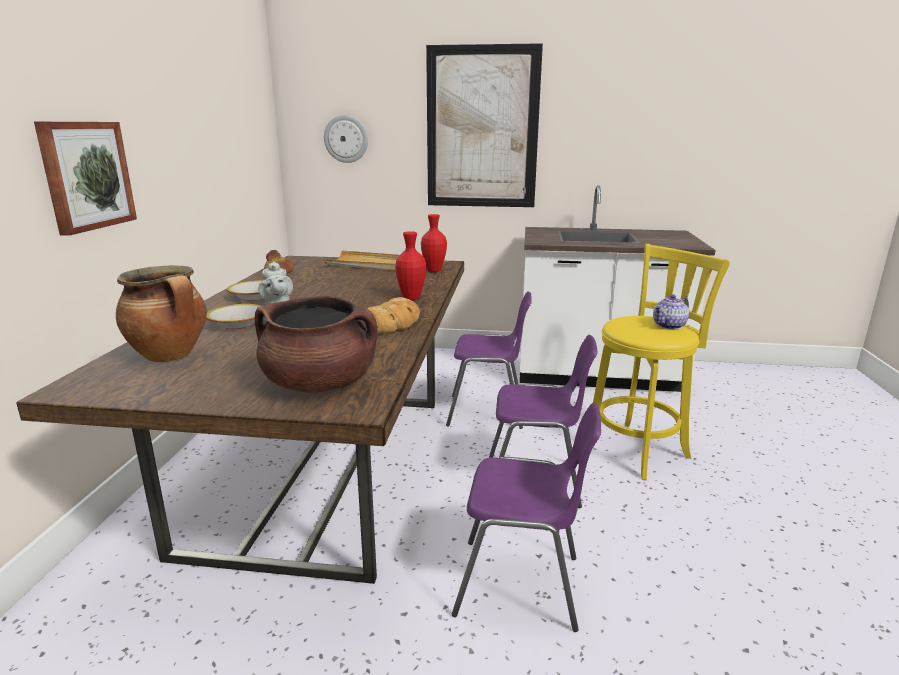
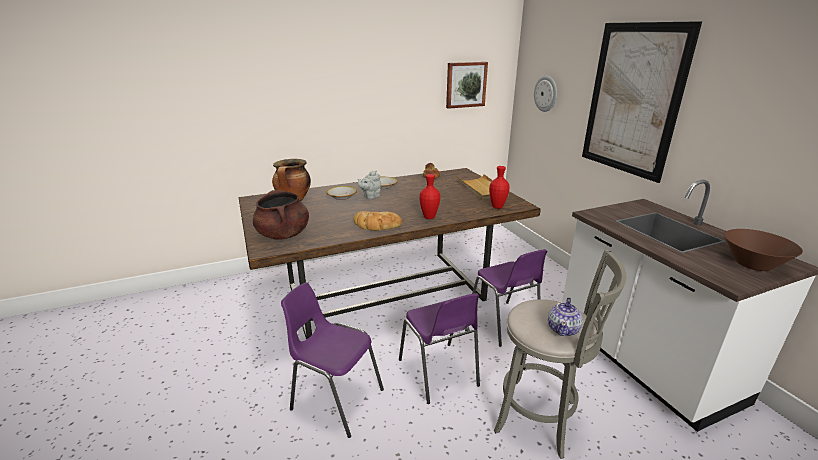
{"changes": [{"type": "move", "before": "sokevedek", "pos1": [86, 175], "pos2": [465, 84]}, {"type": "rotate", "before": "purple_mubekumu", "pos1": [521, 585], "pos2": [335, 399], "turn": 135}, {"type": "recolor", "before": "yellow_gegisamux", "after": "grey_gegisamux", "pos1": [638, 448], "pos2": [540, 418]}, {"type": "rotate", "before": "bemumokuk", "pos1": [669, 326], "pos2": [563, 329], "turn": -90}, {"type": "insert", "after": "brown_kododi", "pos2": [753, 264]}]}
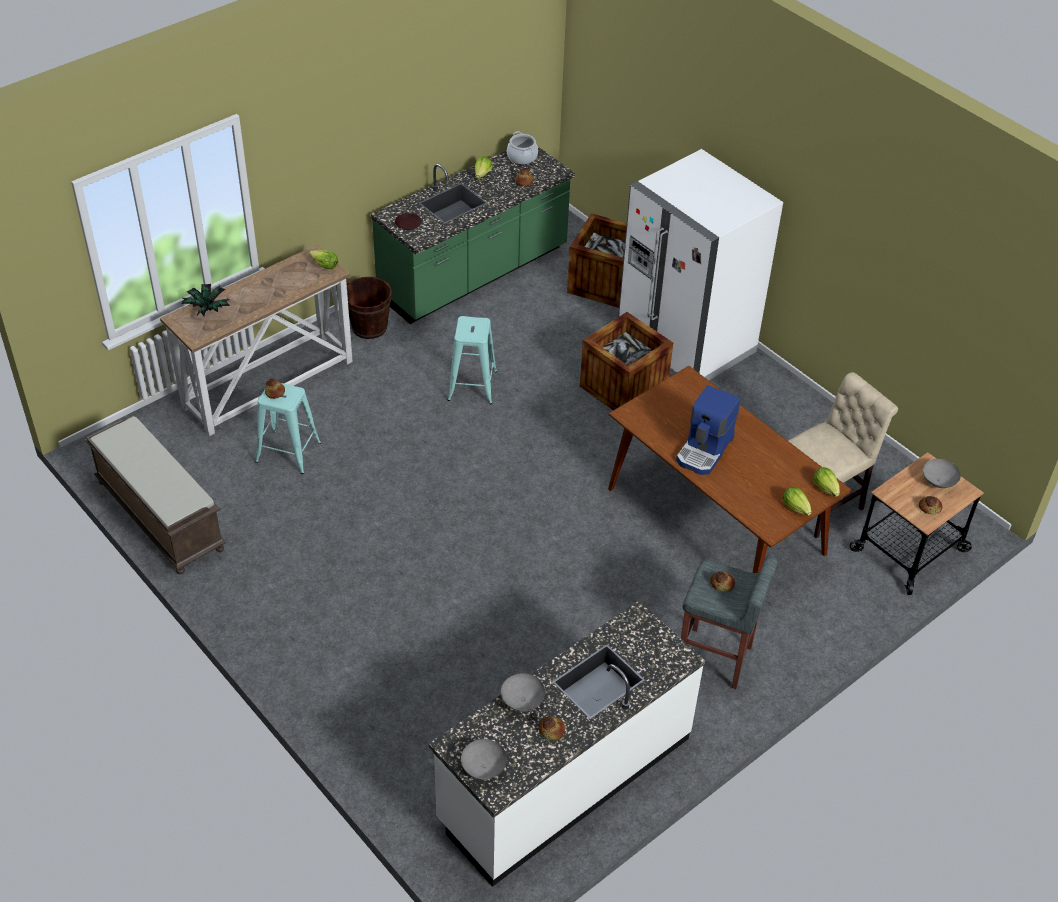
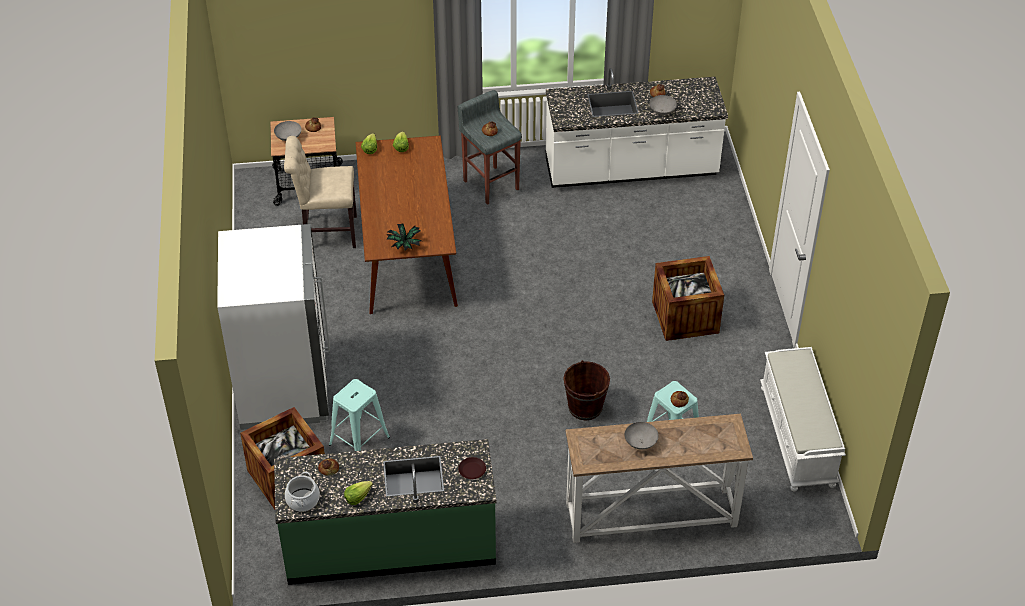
{"changes": [{"type": "recolor", "before": "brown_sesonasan", "after": "white_sesonasan", "pos1": [158, 515], "pos2": [798, 437]}, {"type": "move", "before": "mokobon", "pos1": [206, 308], "pos2": [404, 244]}, {"type": "delete", "before": "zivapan", "pos1": [324, 265]}, {"type": "move", "before": "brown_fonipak", "pos1": [369, 327], "pos2": [585, 407]}, {"type": "move", "before": "turquoise_gegisamux", "pos1": [472, 385], "pos2": [359, 441]}, {"type": "move", "before": "grey_kododi", "pos1": [484, 768], "pos2": [640, 442]}, {"type": "move", "before": "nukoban", "pos1": [623, 387], "pos2": [685, 317]}, {"type": "delete", "before": "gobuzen", "pos1": [705, 450]}]}
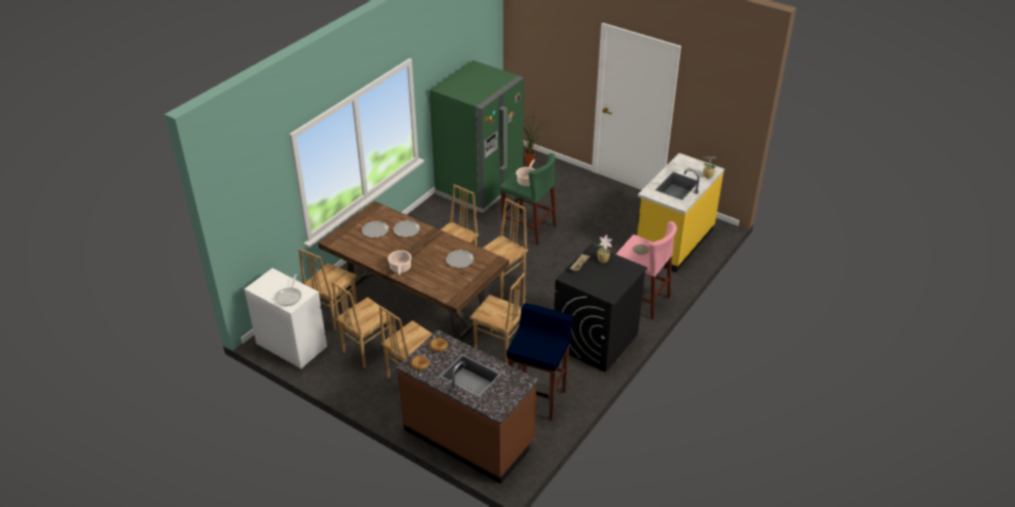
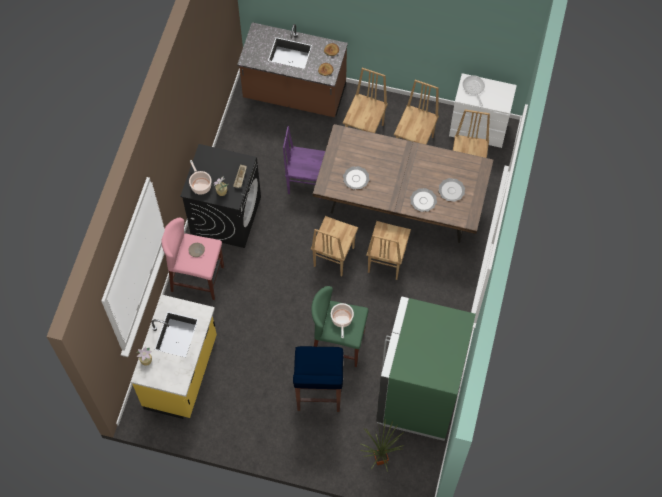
{"changes": [{"type": "move", "before": "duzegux", "pos1": [400, 268], "pos2": [200, 185]}, {"type": "recolor", "before": "brown_mubekumu", "after": "purple_mubekumu", "pos1": [499, 347], "pos2": [306, 182]}, {"type": "move", "before": "blue_gegisamux", "pos1": [538, 398], "pos2": [318, 393]}]}
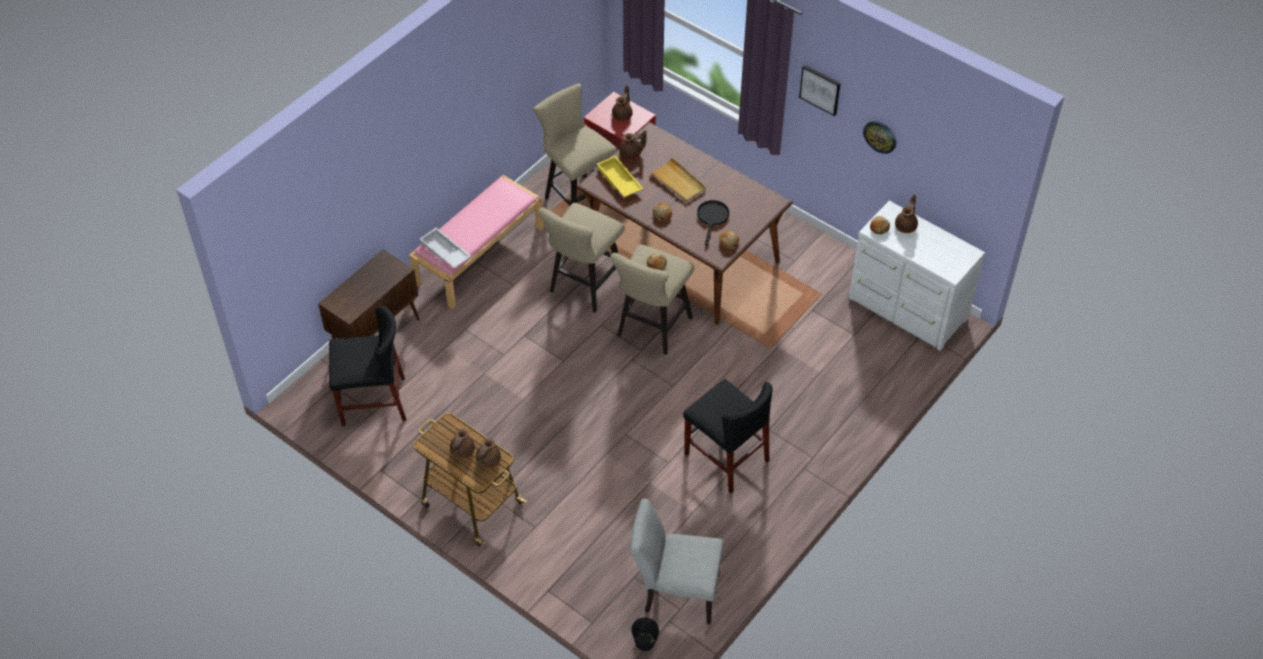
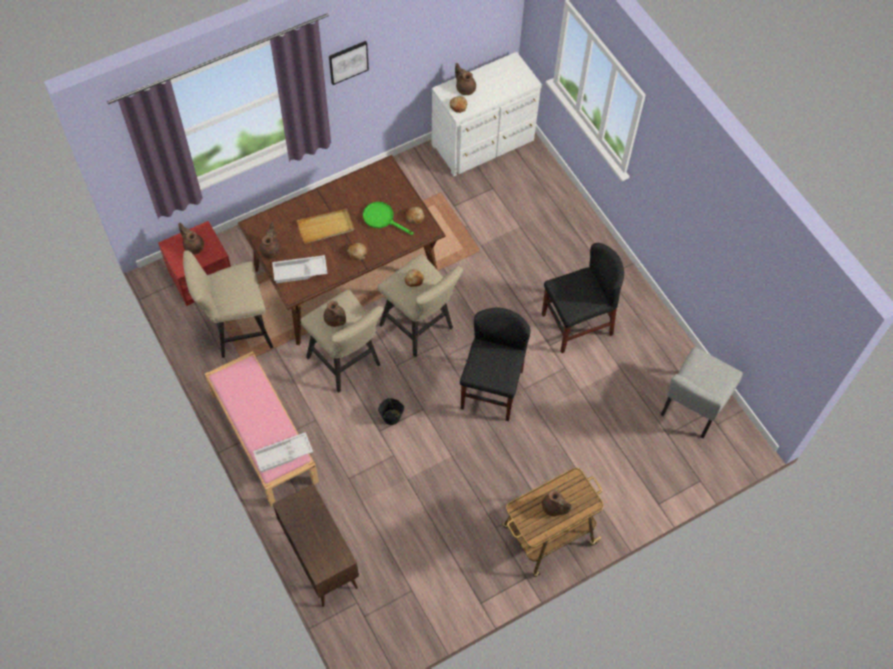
{"changes": [{"type": "move", "before": "black_mubekumu", "pos1": [373, 401], "pos2": [491, 390]}, {"type": "move", "before": "brown_bemumokuk", "pos1": [487, 461], "pos2": [335, 320]}, {"type": "recolor", "before": "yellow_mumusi", "after": "white_mumusi", "pos1": [618, 181], "pos2": [299, 272]}, {"type": "move", "before": "black_fonipak", "pos1": [645, 642], "pos2": [392, 417]}, {"type": "recolor", "before": "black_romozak", "after": "green_romozak", "pos1": [712, 218], "pos2": [382, 218]}, {"type": "delete", "before": "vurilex", "pos1": [880, 136]}]}
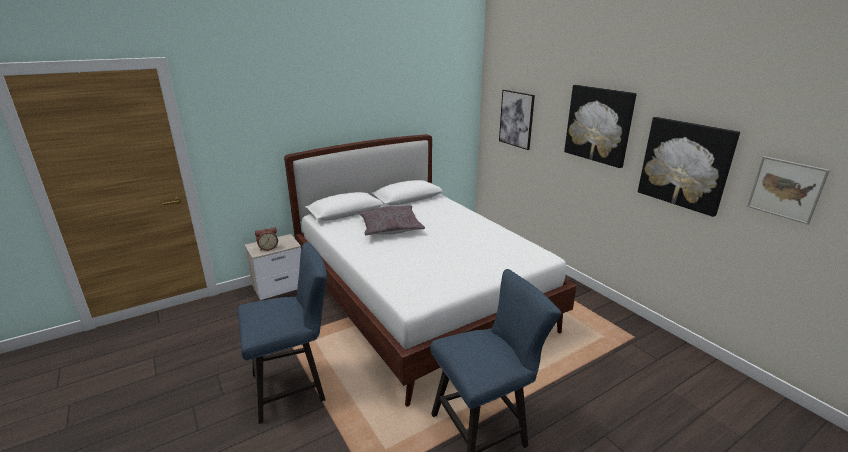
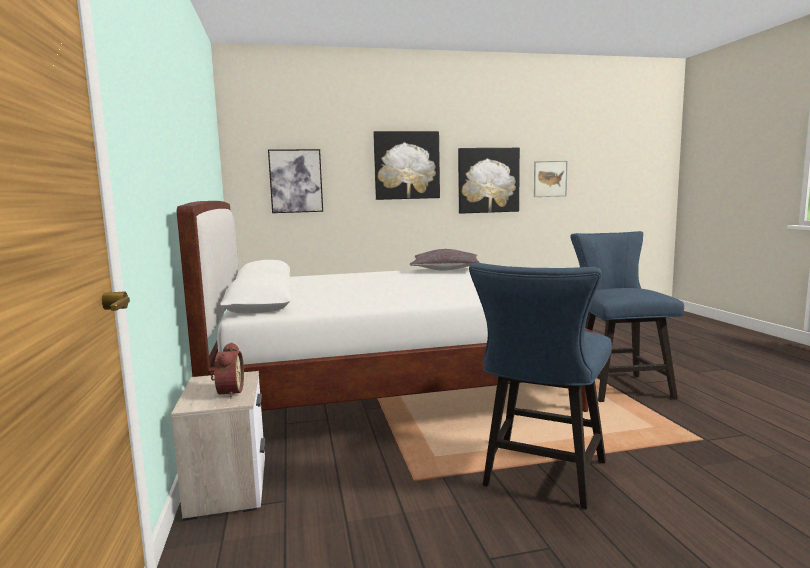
{"changes": [{"type": "rotate", "before": "blue_mubekumu", "pos1": [294, 386], "pos2": [541, 477], "turn": -150}, {"type": "move", "before": "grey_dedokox", "pos1": [390, 227], "pos2": [445, 270]}]}
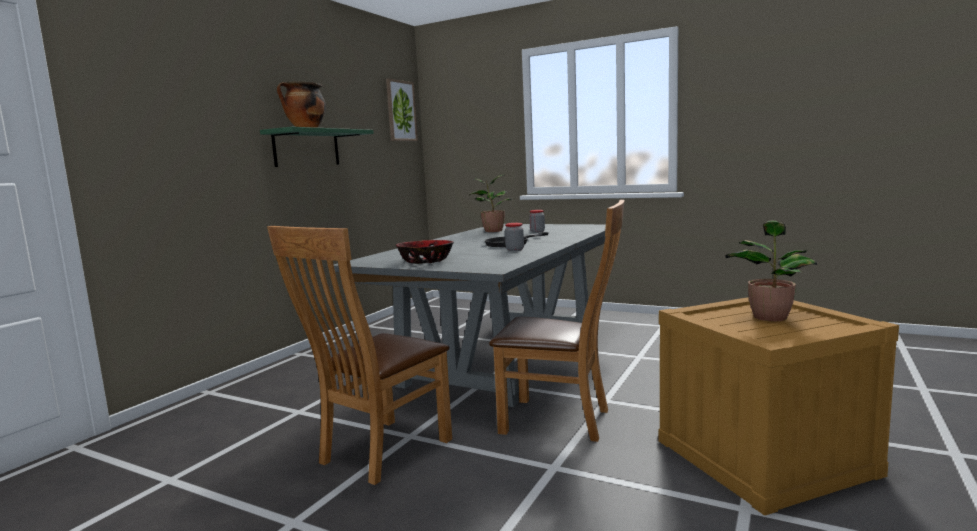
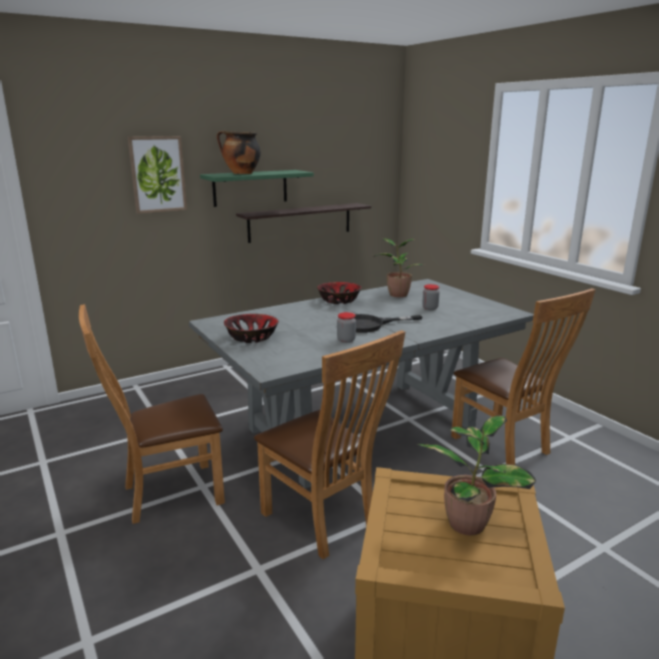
{"changes": [{"type": "move", "before": "sokevedek", "pos1": [401, 111], "pos2": [157, 174]}, {"type": "insert", "after": "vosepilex", "pos2": [300, 222]}, {"type": "insert", "after": "kododi", "pos2": [339, 300]}, {"type": "insert", "after": "brown_mubekumu", "pos2": [505, 446]}]}
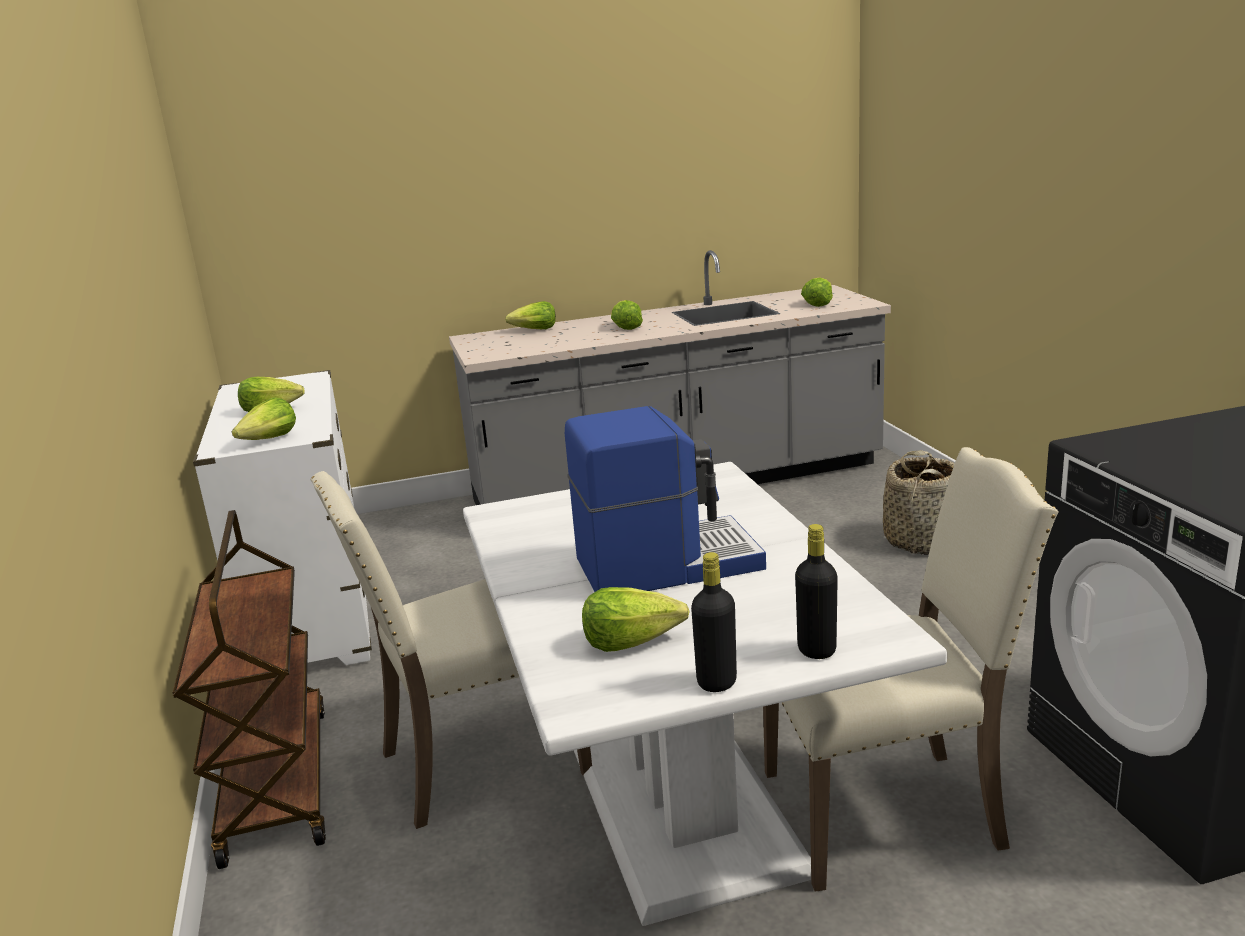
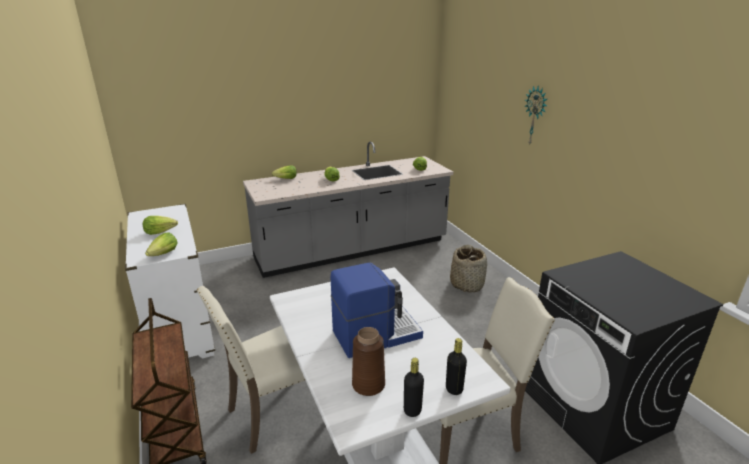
{"changes": [{"type": "replace", "before": "zivapan", "after": "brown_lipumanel", "pos1": [631, 641], "pos2": [368, 384]}, {"type": "insert", "after": "vurilex", "pos2": [535, 116]}]}
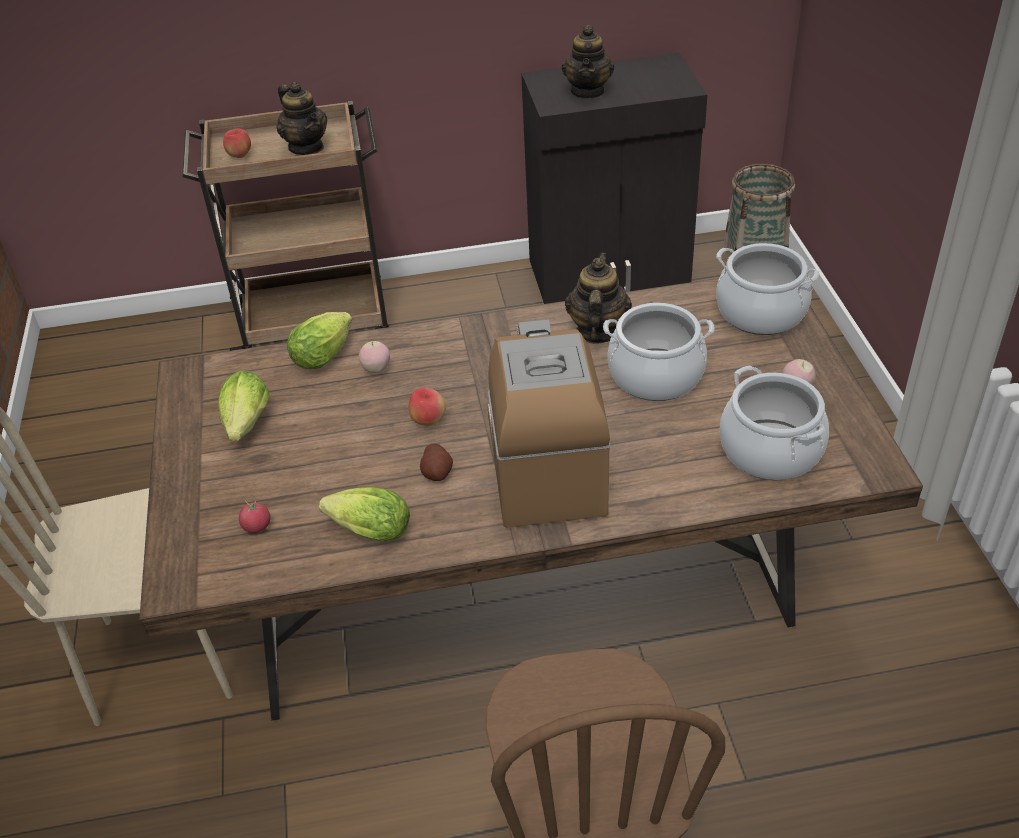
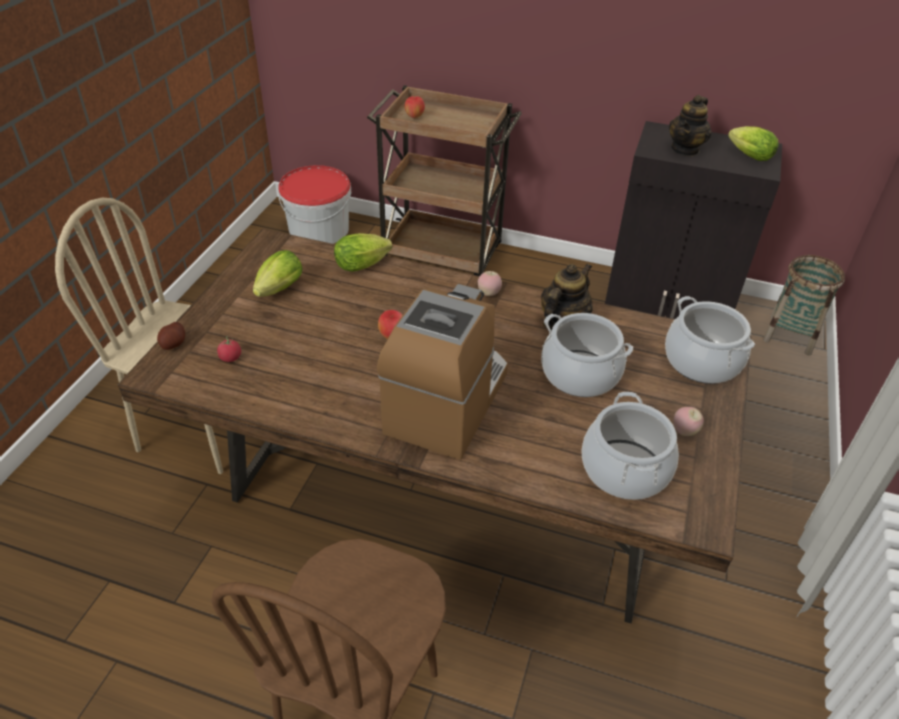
{"changes": [{"type": "delete", "before": "bemumokuk", "pos1": [306, 147]}, {"type": "move", "before": "zivapan", "pos1": [366, 531], "pos2": [747, 155]}, {"type": "move", "before": "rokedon", "pos1": [376, 370], "pos2": [489, 293]}, {"type": "move", "before": "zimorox", "pos1": [437, 472], "pos2": [173, 344]}, {"type": "insert", "after": "fonipak", "pos2": [318, 229]}]}
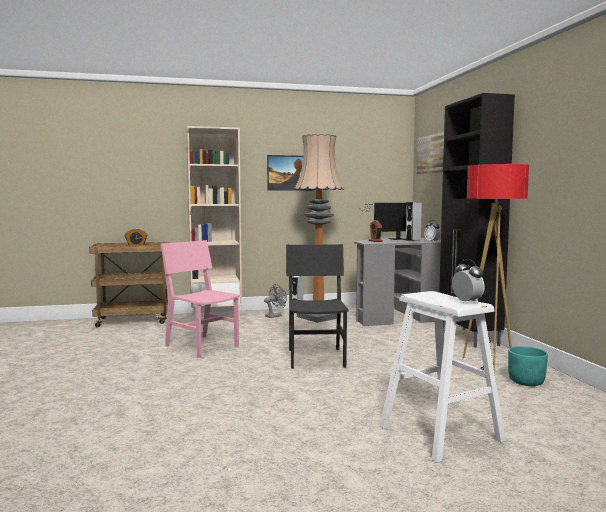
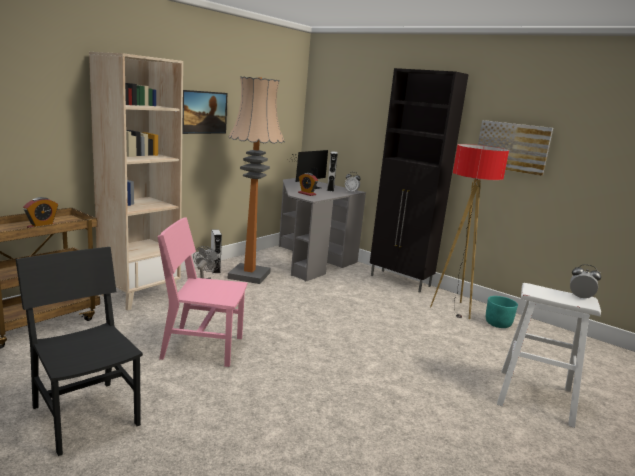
{"changes": [{"type": "move", "before": "black_mubekumu", "pos1": [316, 358], "pos2": [86, 415]}, {"type": "move", "before": "sokevedek", "pos1": [432, 154], "pos2": [512, 147]}]}
